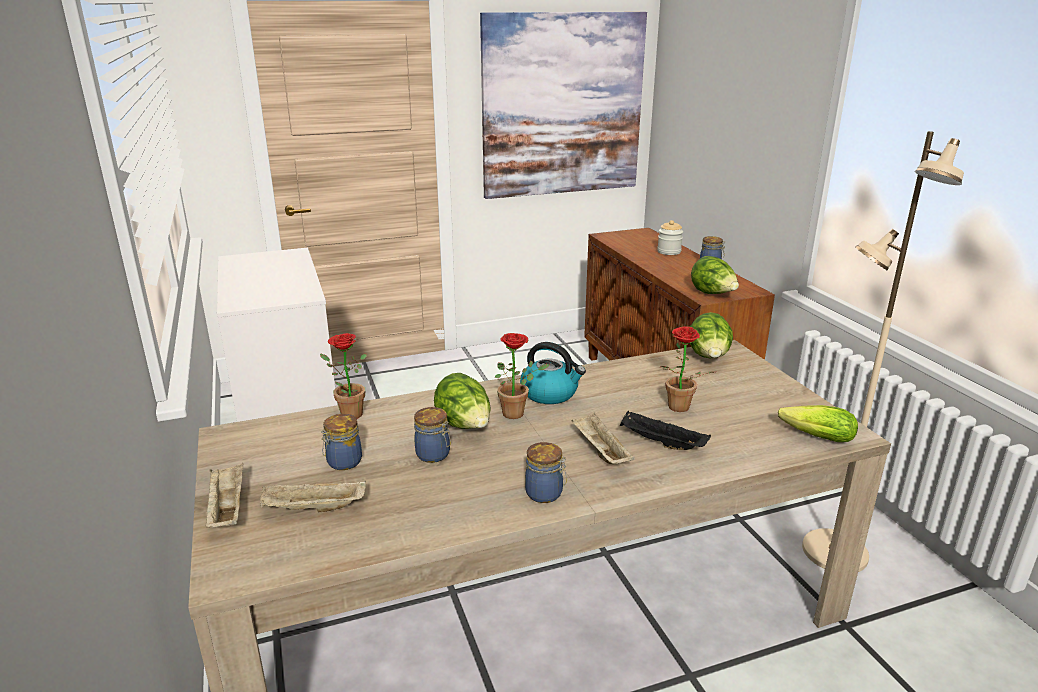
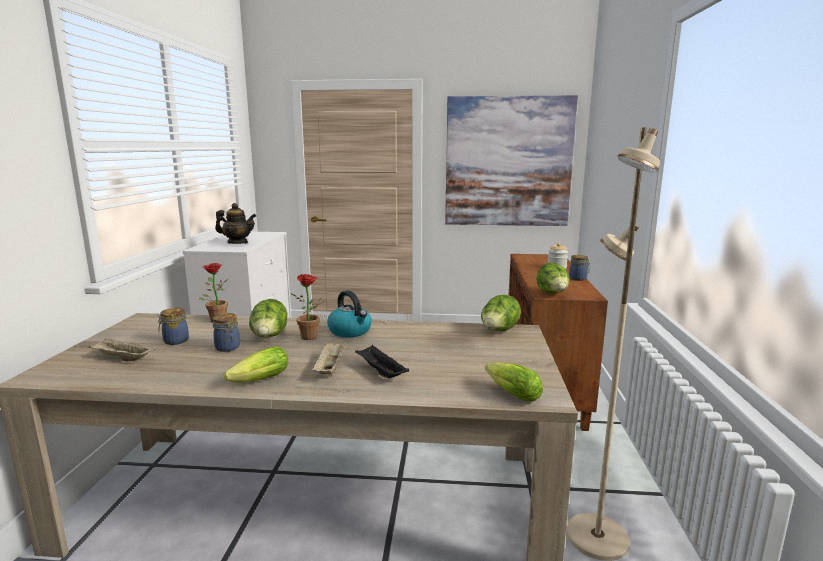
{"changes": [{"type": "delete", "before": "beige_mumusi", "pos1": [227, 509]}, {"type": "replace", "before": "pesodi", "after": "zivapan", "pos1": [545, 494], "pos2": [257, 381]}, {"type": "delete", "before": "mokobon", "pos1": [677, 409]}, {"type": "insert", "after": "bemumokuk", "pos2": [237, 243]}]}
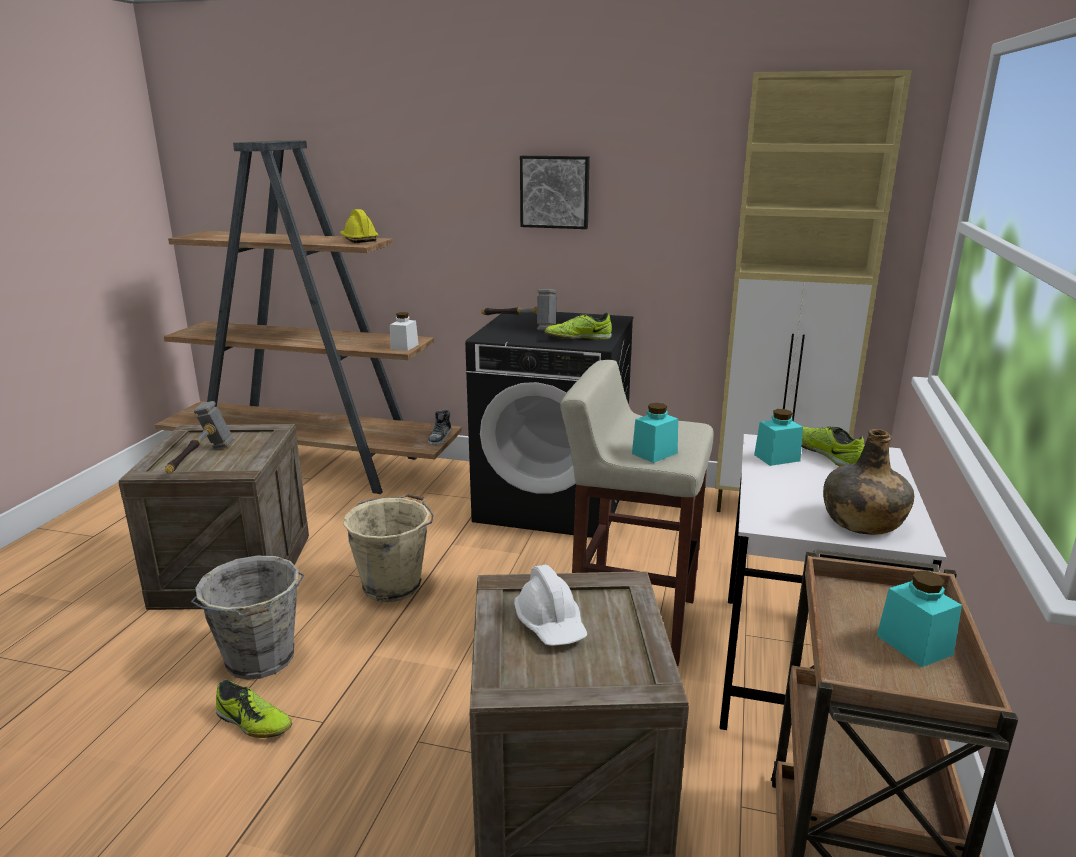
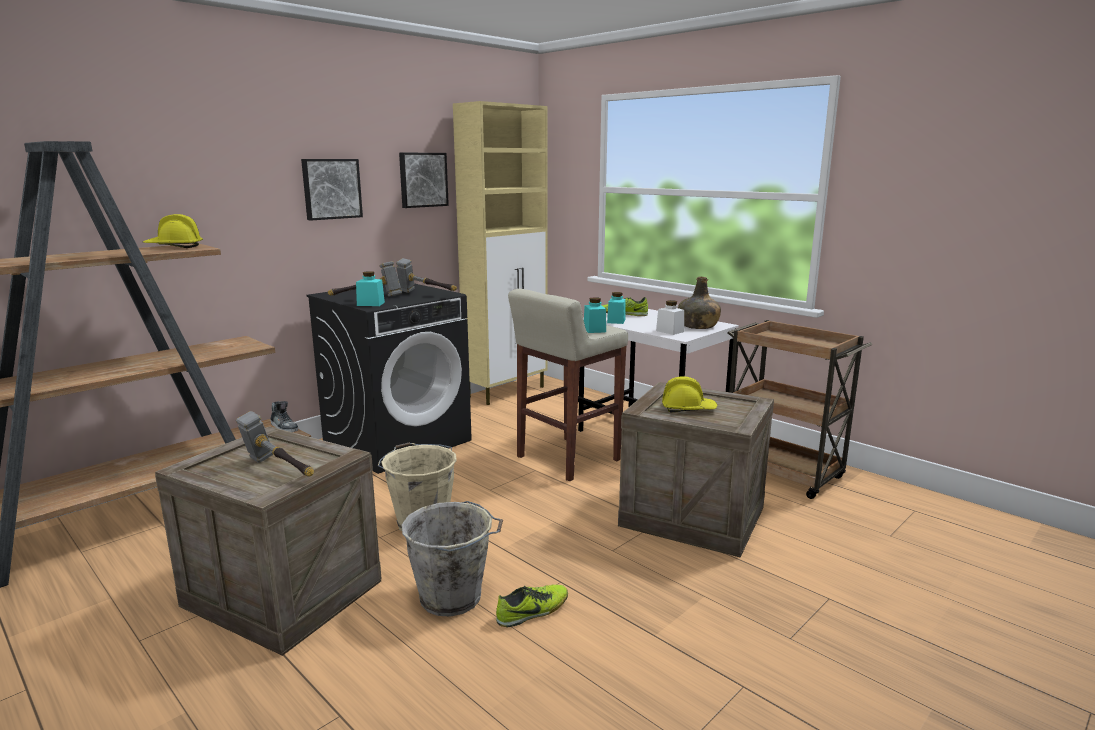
{"changes": [{"type": "move", "before": "white_pesodi", "pos1": [404, 346], "pos2": [670, 331]}, {"type": "recolor", "before": "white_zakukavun", "after": "yellow_zakukavun", "pos1": [551, 624], "pos2": [688, 409]}, {"type": "replace", "before": "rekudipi", "after": "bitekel", "pos1": [578, 338], "pos2": [425, 294]}, {"type": "move", "before": "turquoise_pesodi", "pos1": [914, 645], "pos2": [370, 304]}, {"type": "insert", "after": "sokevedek", "pos2": [422, 179]}]}
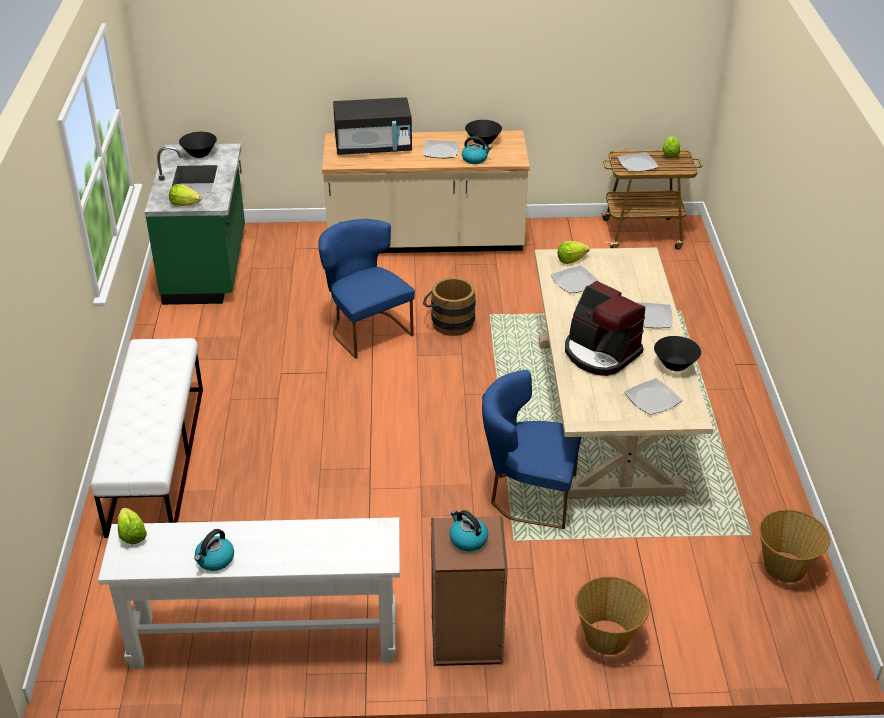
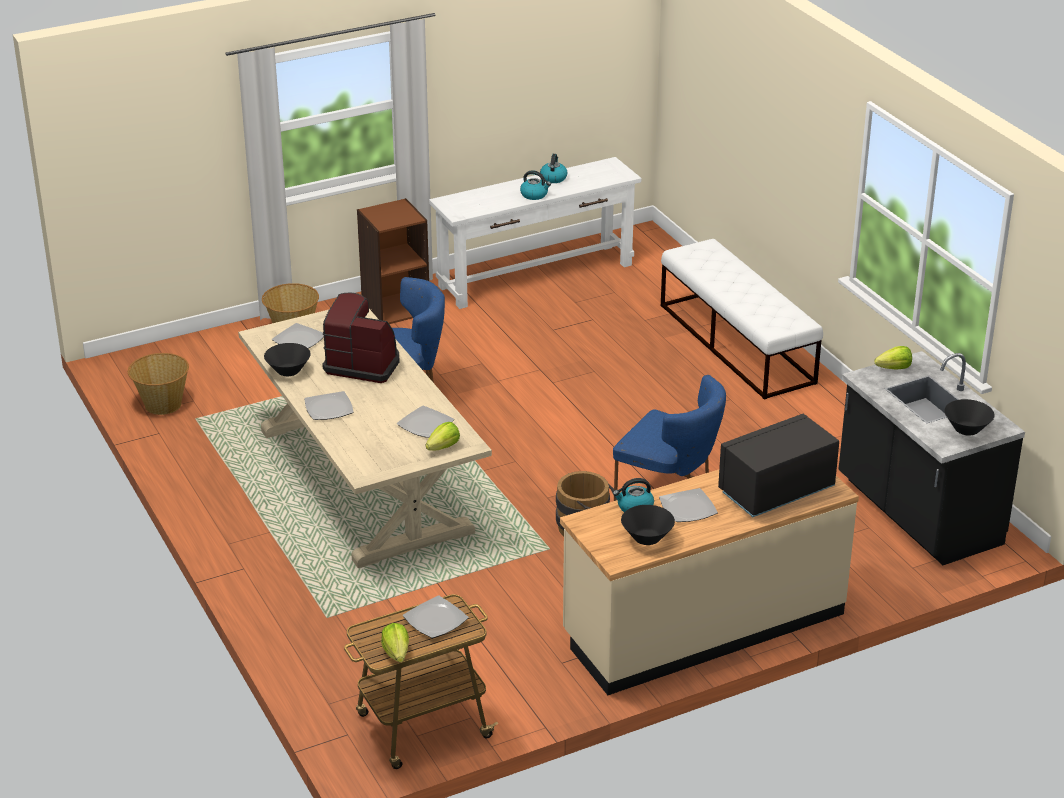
{"changes": [{"type": "delete", "before": "zivapan", "pos1": [132, 535]}, {"type": "recolor", "before": "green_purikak", "after": "black_purikak", "pos1": [207, 267], "pos2": [917, 514]}, {"type": "move", "before": "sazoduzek", "pos1": [467, 539], "pos2": [534, 195]}]}
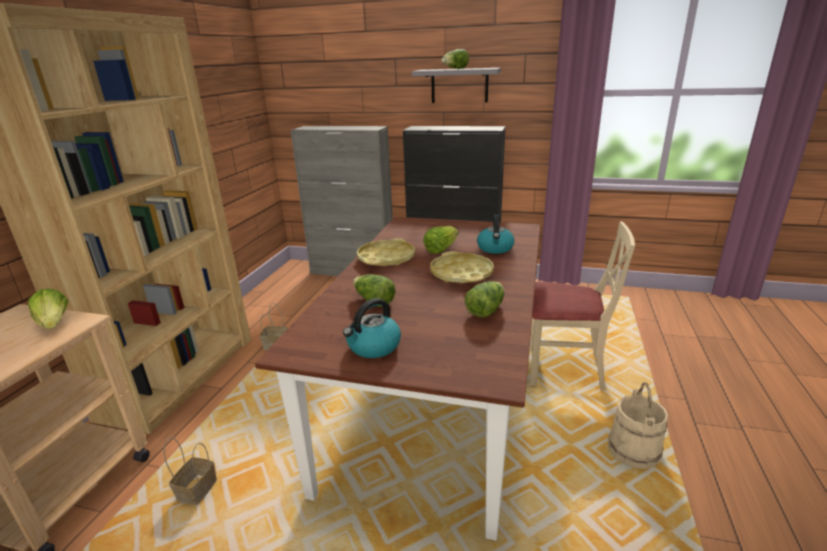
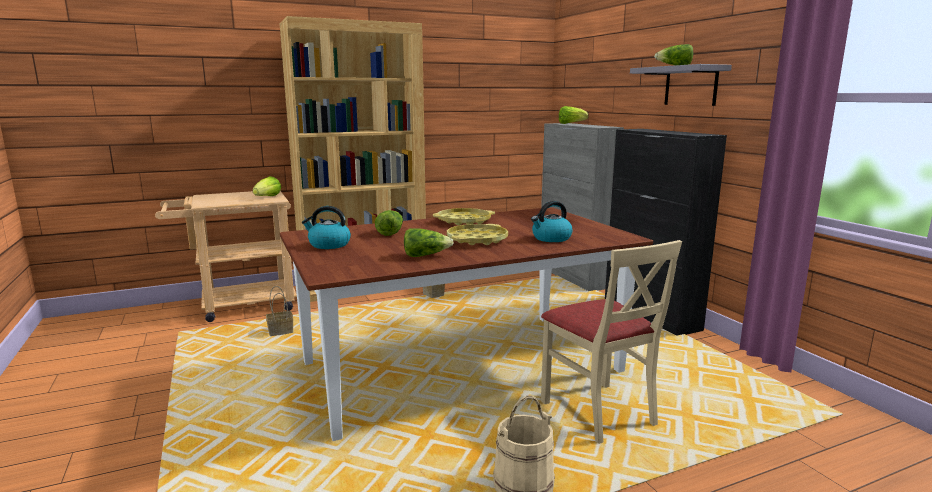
{"changes": [{"type": "move", "before": "zivapan", "pos1": [441, 249], "pos2": [571, 123]}]}
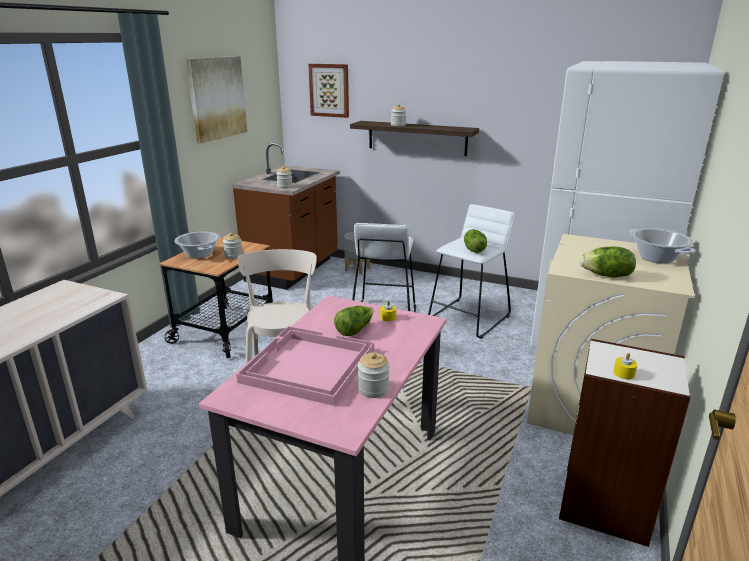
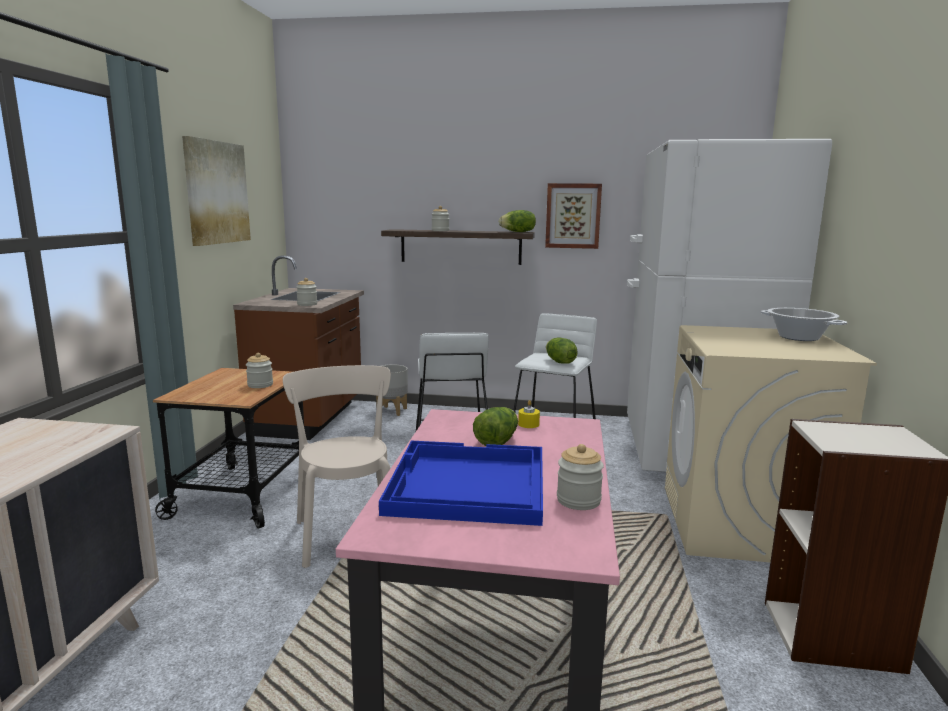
{"changes": [{"type": "delete", "before": "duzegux", "pos1": [199, 254]}, {"type": "recolor", "before": "pink_mumusi", "after": "blue_mumusi", "pos1": [307, 366], "pos2": [466, 485]}, {"type": "move", "before": "sokevedek", "pos1": [329, 90], "pos2": [573, 216]}, {"type": "move", "before": "zivapan", "pos1": [607, 276], "pos2": [518, 232]}, {"type": "delete", "before": "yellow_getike", "pos1": [624, 373]}]}
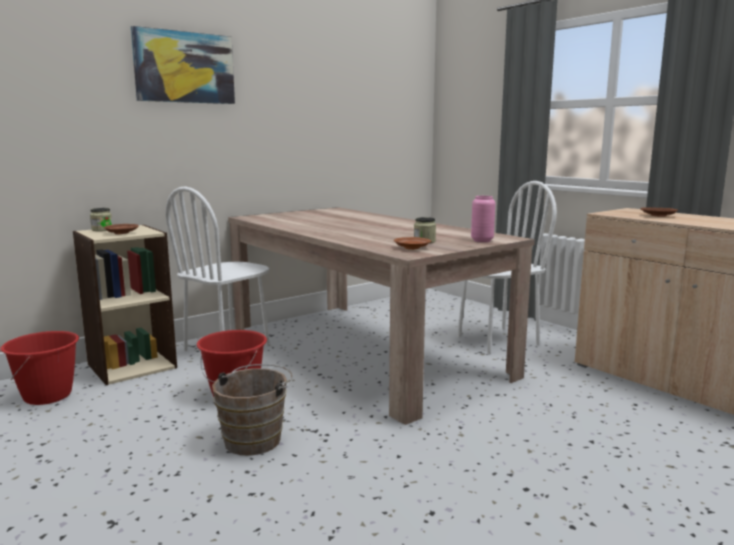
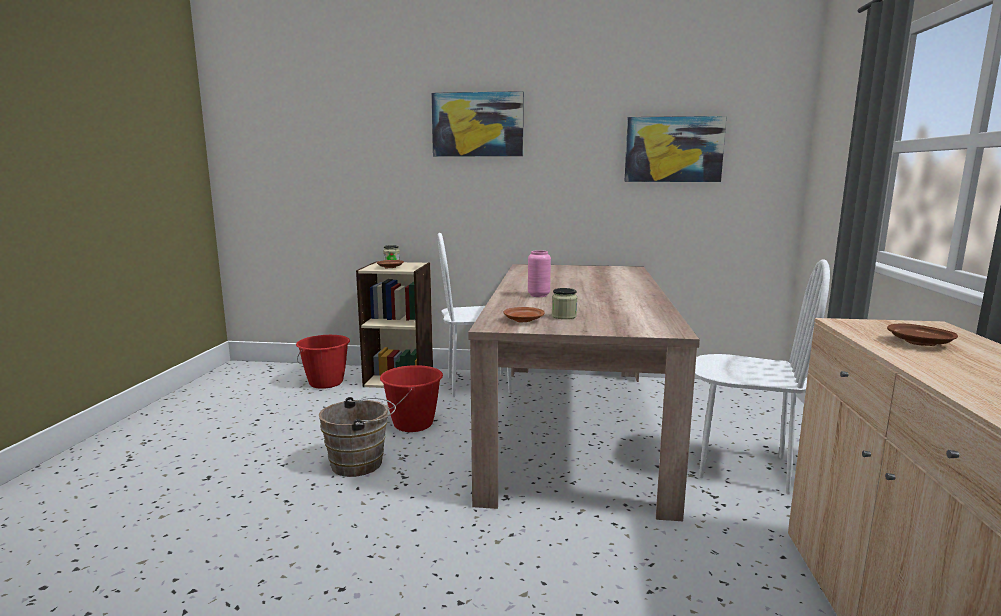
{"changes": [{"type": "move", "before": "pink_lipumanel", "pos1": [482, 240], "pos2": [538, 295]}, {"type": "insert", "after": "sokevedek", "pos2": [673, 149]}]}
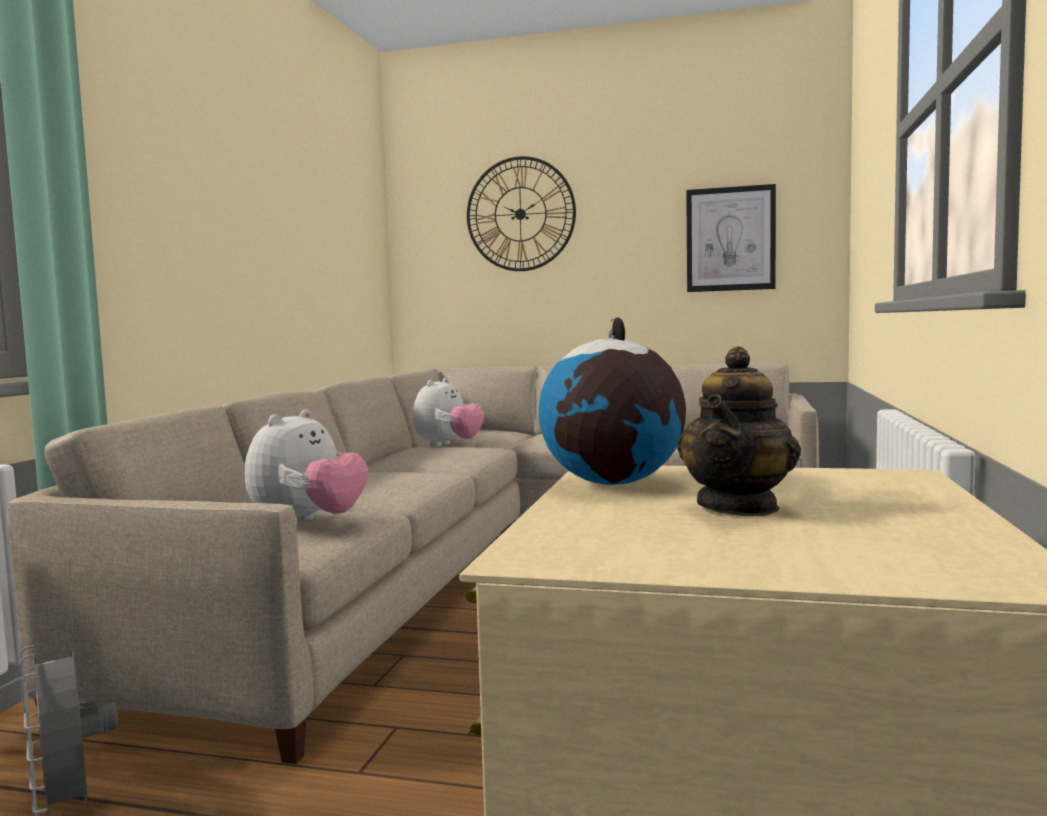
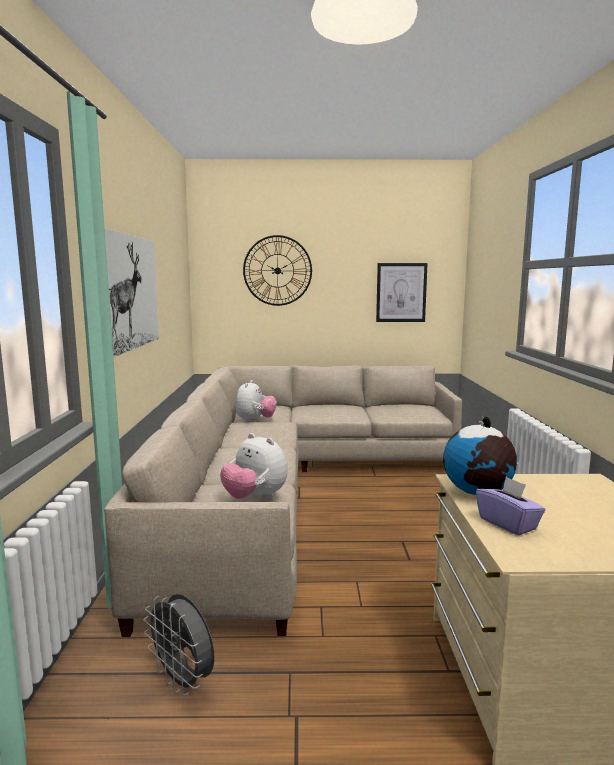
{"changes": [{"type": "rotate", "before": "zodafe", "pos1": [308, 523], "pos2": [255, 498], "turn": 120}, {"type": "delete", "before": "bemumokuk", "pos1": [739, 507]}, {"type": "insert", "after": "sokevedek", "pos2": [128, 292]}, {"type": "insert", "after": "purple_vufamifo", "pos2": [508, 524]}]}
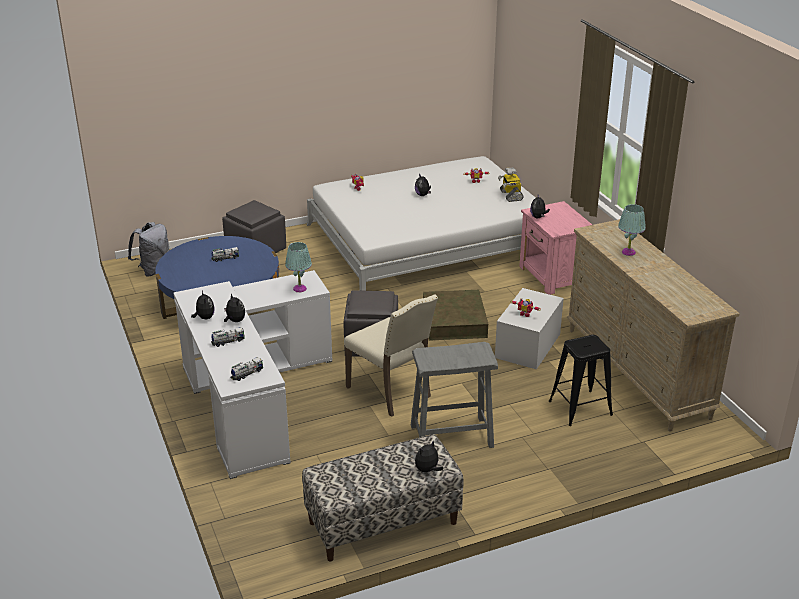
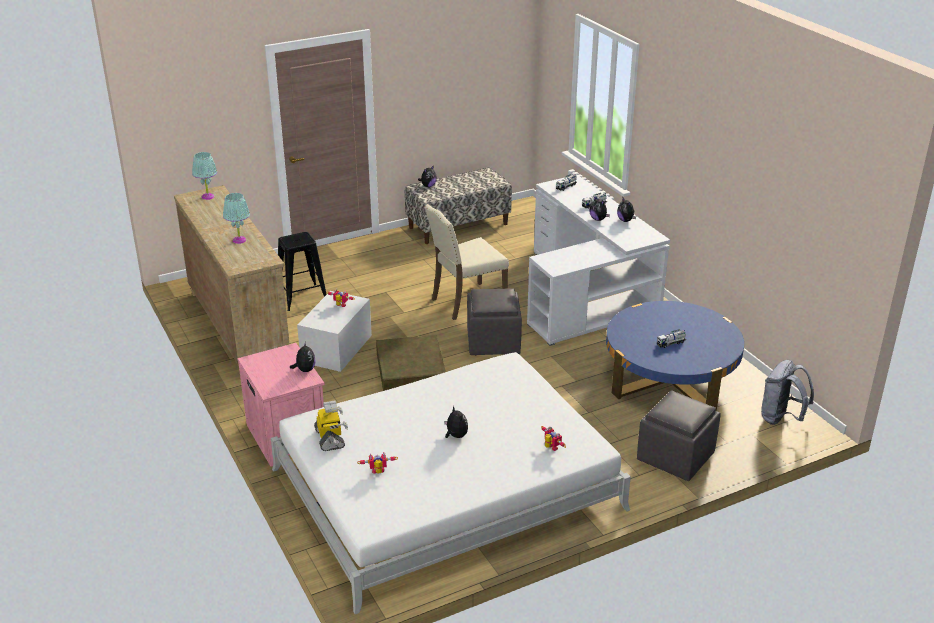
{"changes": [{"type": "move", "before": "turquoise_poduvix", "pos1": [299, 288], "pos2": [208, 197]}, {"type": "rotate", "before": "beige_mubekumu", "pos1": [391, 391], "pos2": [466, 302], "turn": -75}, {"type": "delete", "before": "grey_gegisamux", "pos1": [451, 436]}]}
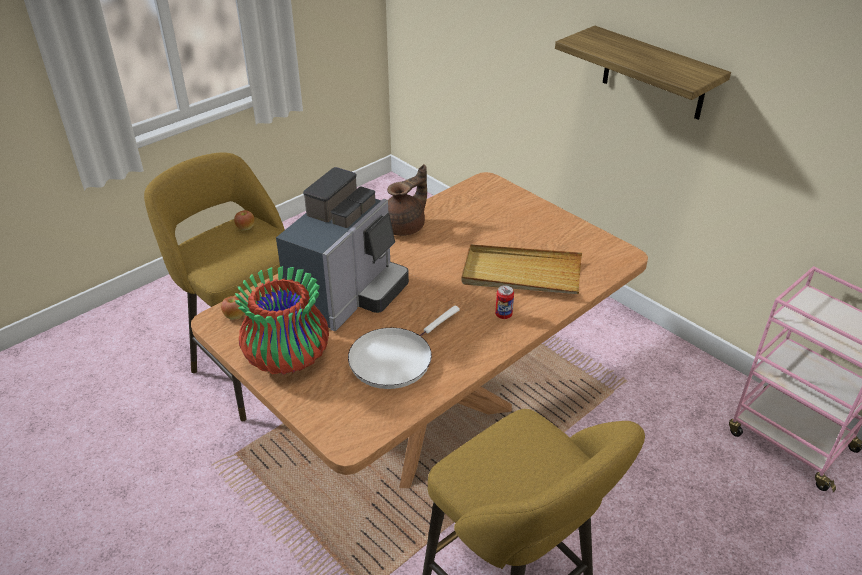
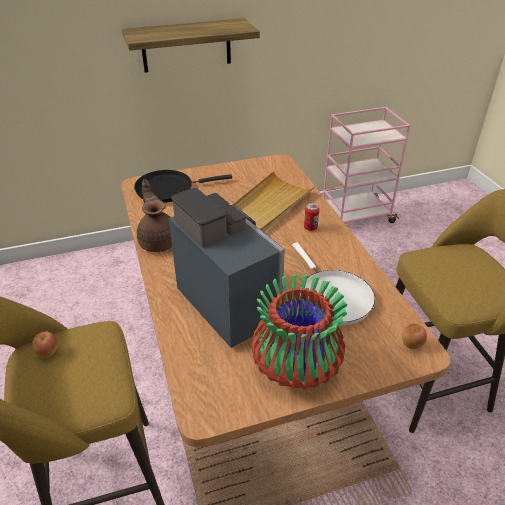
{"changes": [{"type": "move", "before": "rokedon", "pos1": [234, 316], "pos2": [411, 344]}, {"type": "insert", "after": "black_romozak", "pos2": [168, 189]}]}
